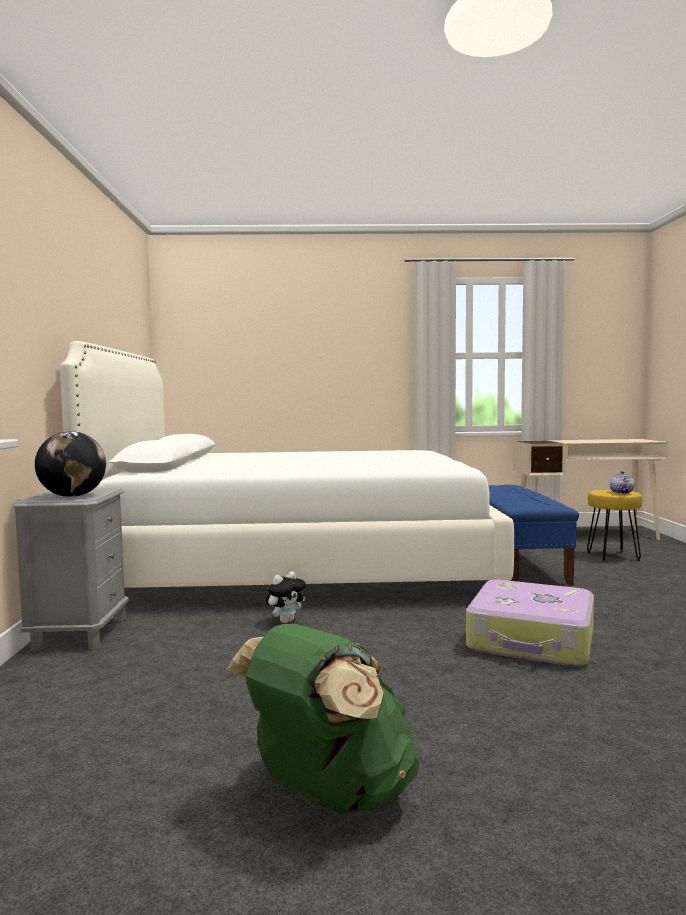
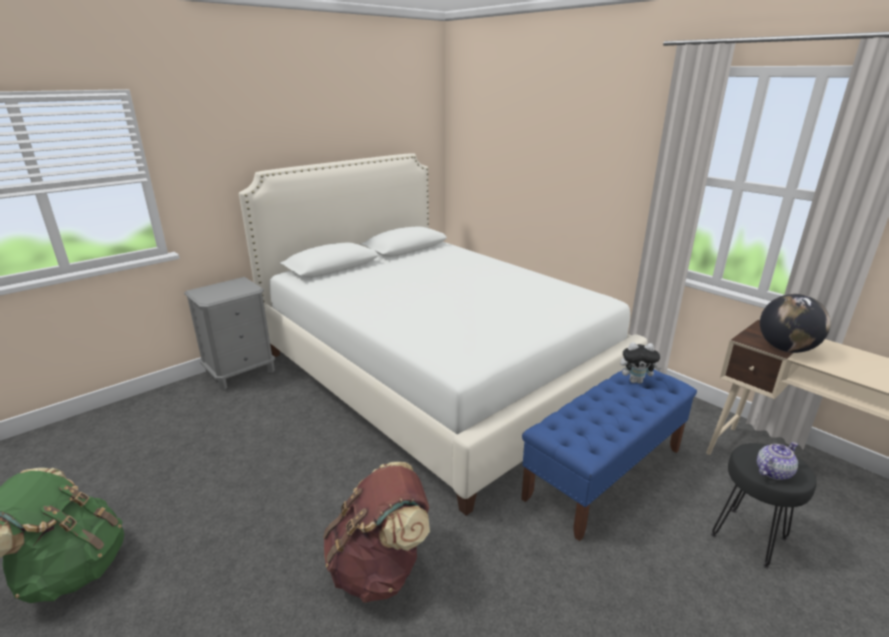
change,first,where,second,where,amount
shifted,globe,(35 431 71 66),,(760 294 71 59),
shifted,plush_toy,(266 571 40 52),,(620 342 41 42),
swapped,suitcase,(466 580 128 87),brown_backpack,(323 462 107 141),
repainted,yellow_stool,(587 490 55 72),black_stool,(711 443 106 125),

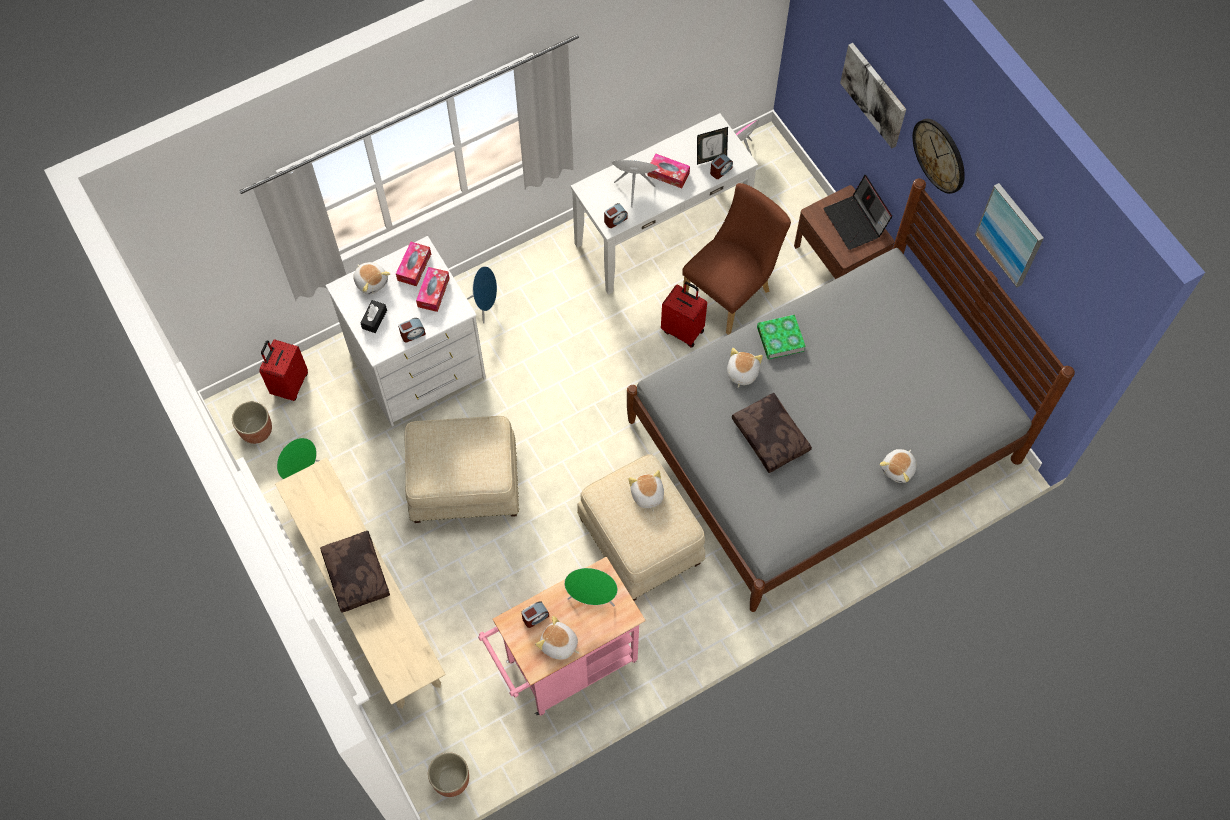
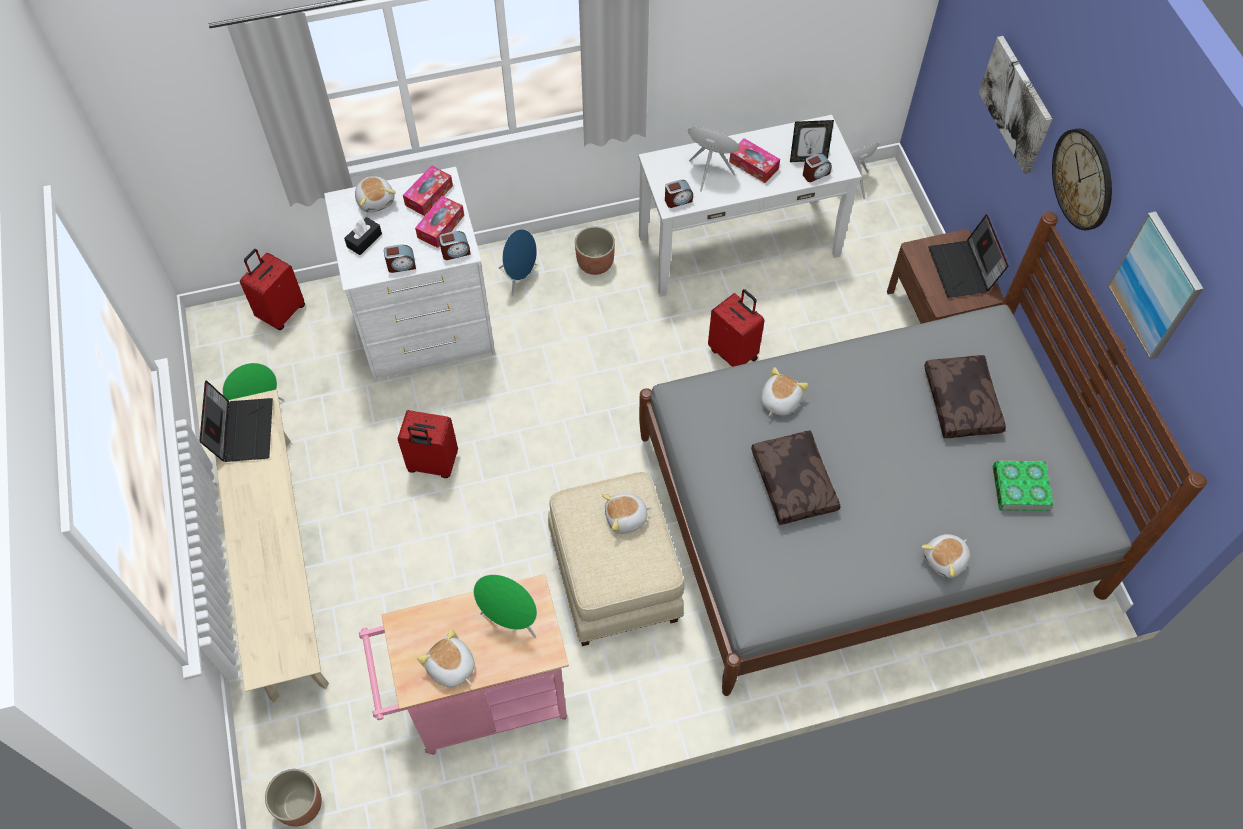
change,first,where,second,where,amount
shifted,planter,(232 401 40 43),,(575 226 40 49),
shifted,brown_pillow,(320 531 70 82),,(924 355 82 83),
swapped,beige_ottoman,(404 416 115 107),red_suitcase,(398 410 60 68),
shifted,alarm_clock,(521 601 28 27),,(439 231 32 29),
rotated,plush_toy,(628 470 36 42),,(602 493 50 41),105 degrees counterclockwise
gone,brown_chair,(682 183 109 152),,,
shifted,book,(757 314 49 46),,(993 461 60 50),
new,,,laptop,(199 380 74 82),

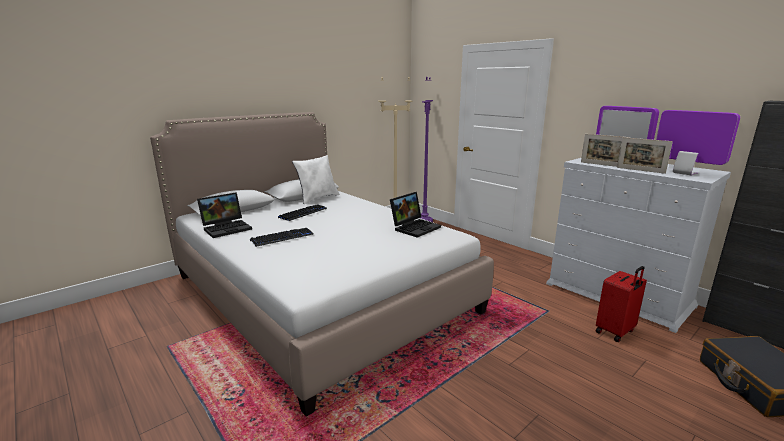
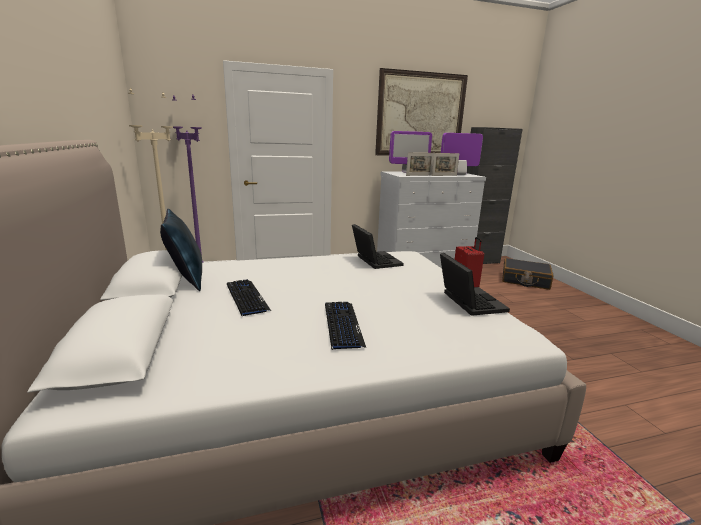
change,first,where,second,where,amount
shifted,laptop,(197 192 55 46),,(440 253 70 63),
repainted,white_pillow,(292 155 48 49),blue_pillow,(160 209 42 82),
new,,,picture,(375 68 93 88),

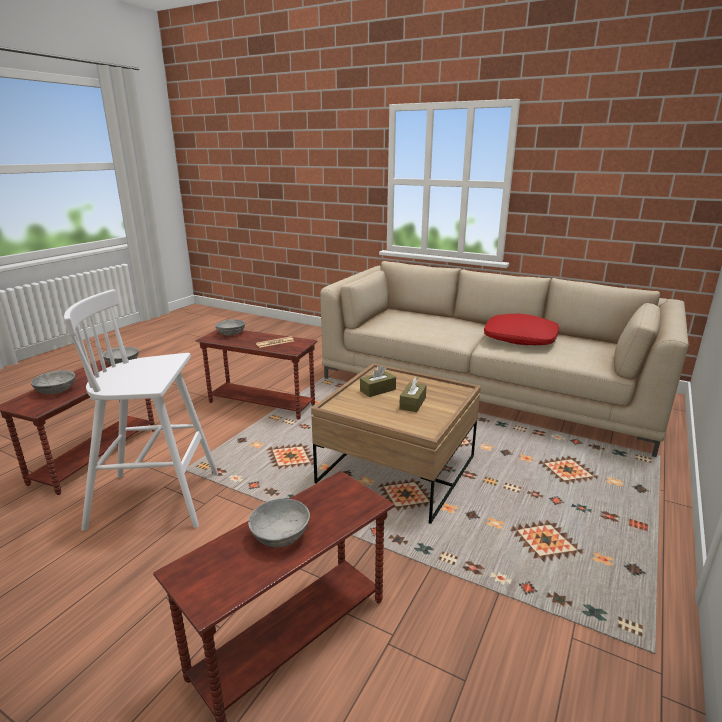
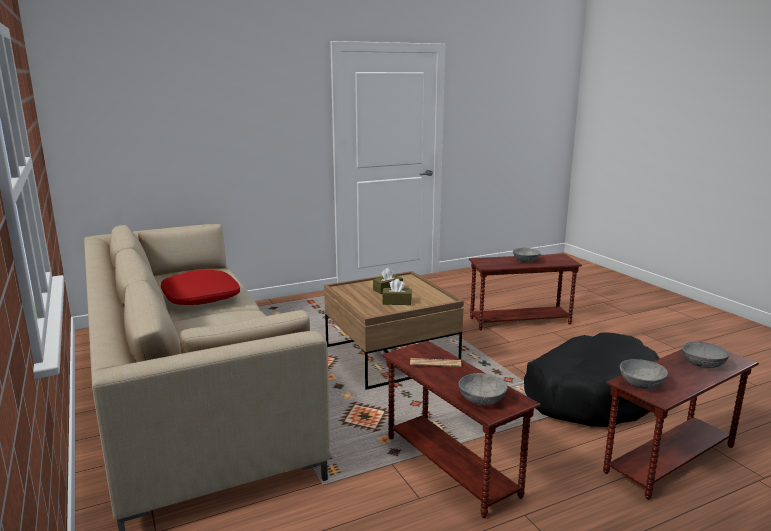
change,first,where,second,where,amount
swapped,white_stool,(64 289 154 242),black_dog_bed,(524 332 136 95),

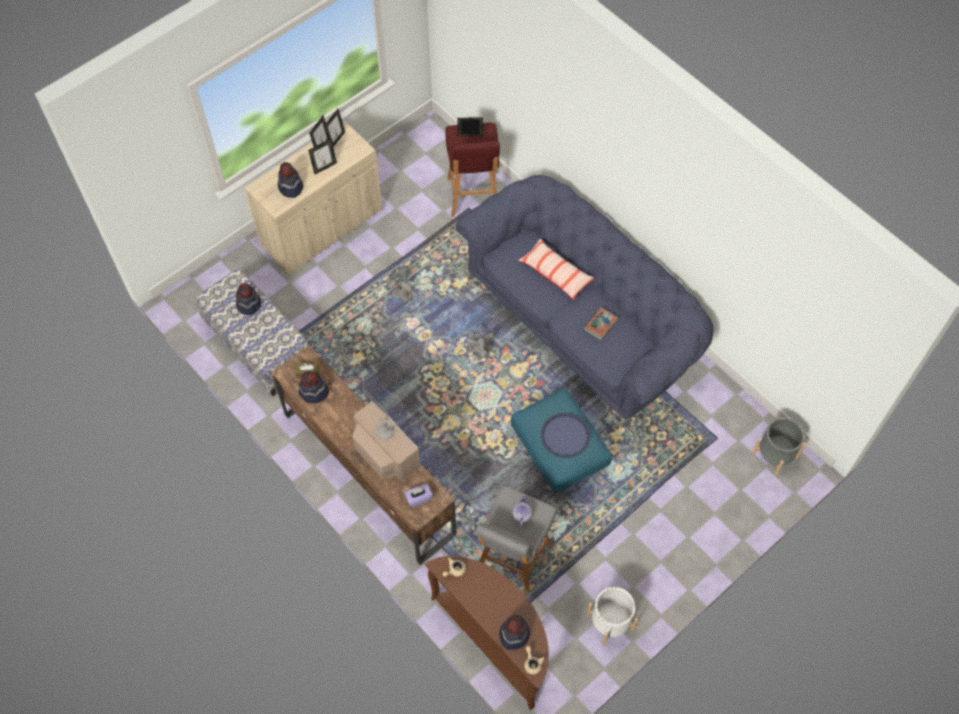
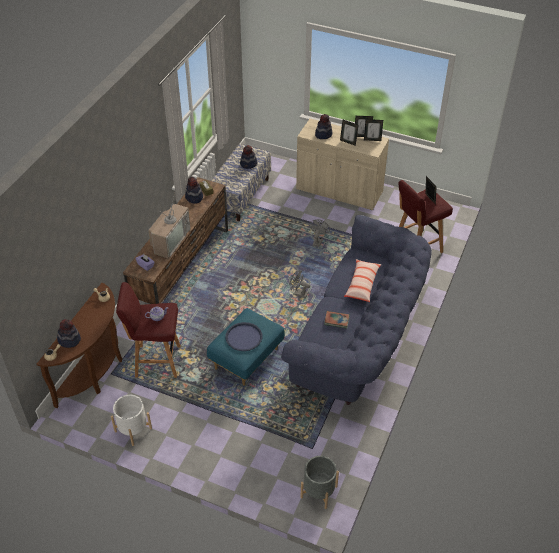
change,first,where,second,where,amount
repainted,grey_stool,(475 486 82 108),red_stool,(116 282 65 96),

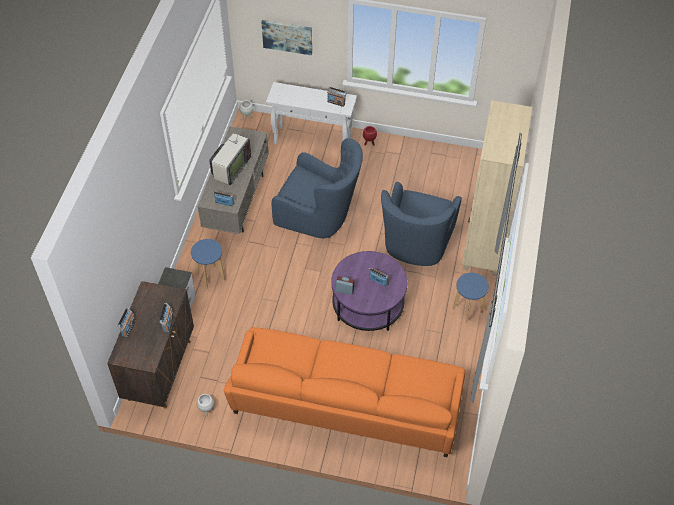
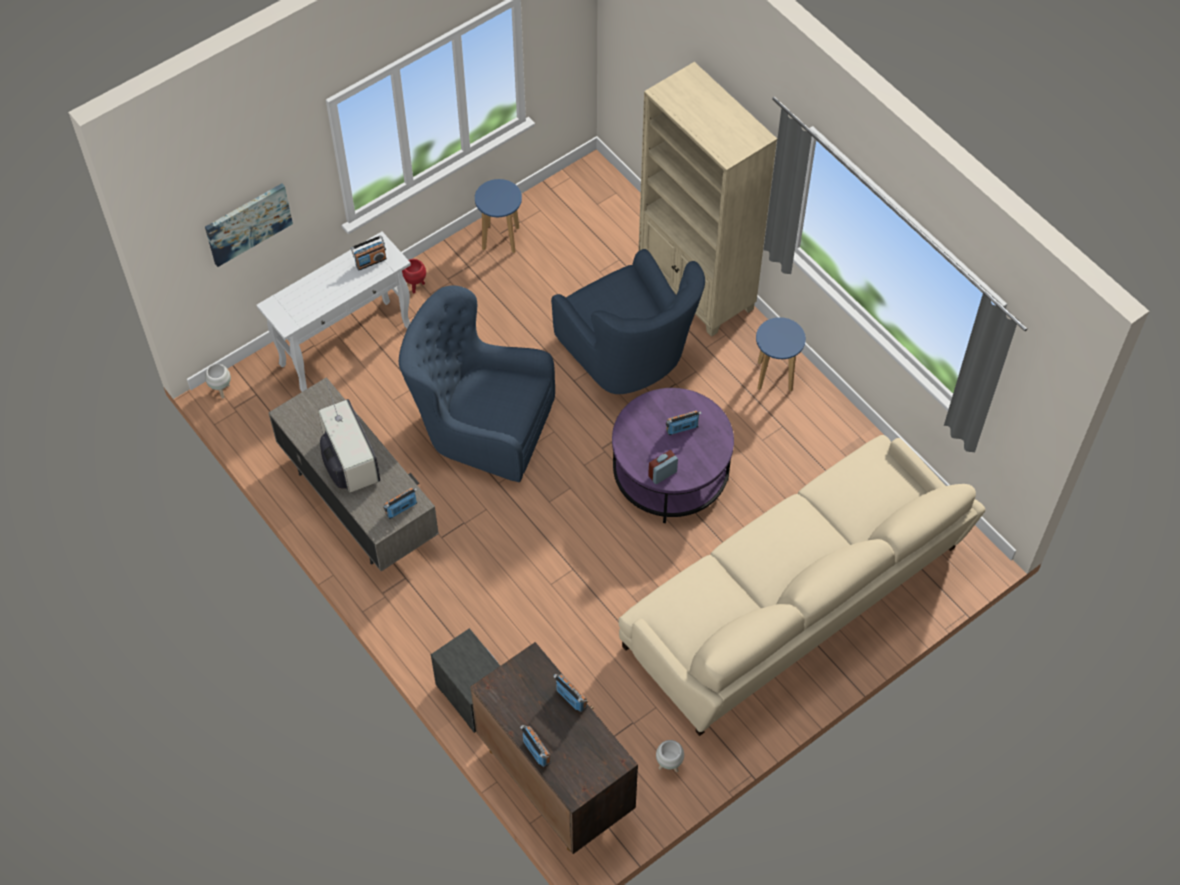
change,first,where,second,where,amount
shifted,blue_stool,(191 239 34 50),,(475 179 47 74),
repainted,orange_sofa,(224 327 241 130),beige_sofa,(619 435 366 301),
rotated,blue_armchair,(271 138 92 100),,(399 285 156 197),135 degrees counterclockwise

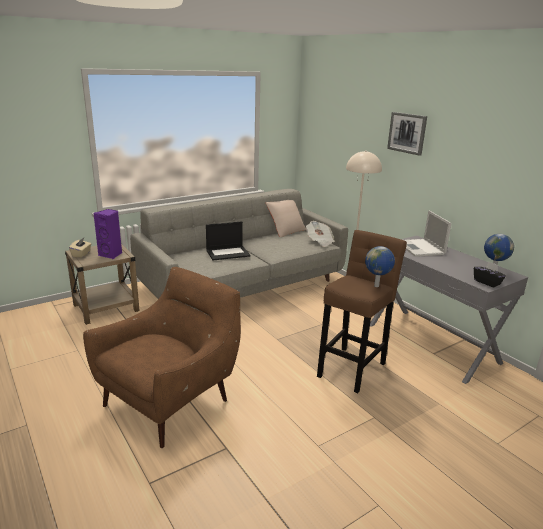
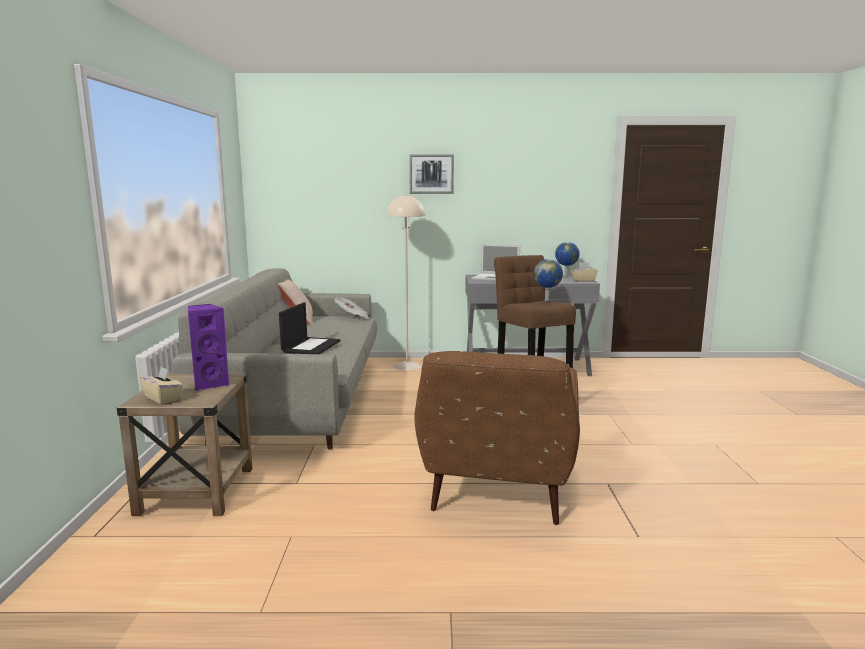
change,first,where,second,where,amount
rotated,brown_armchair,(83 267 158 181),,(414 351 166 174),150 degrees counterclockwise
repainted,black_tissue_box,(474 261 32 27),beige_tissue_box,(571 263 27 19),

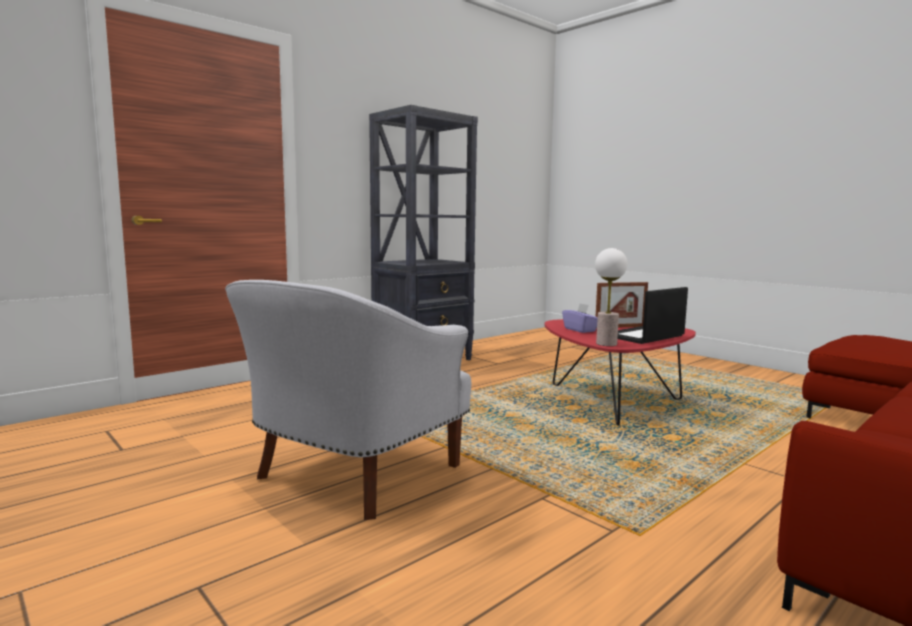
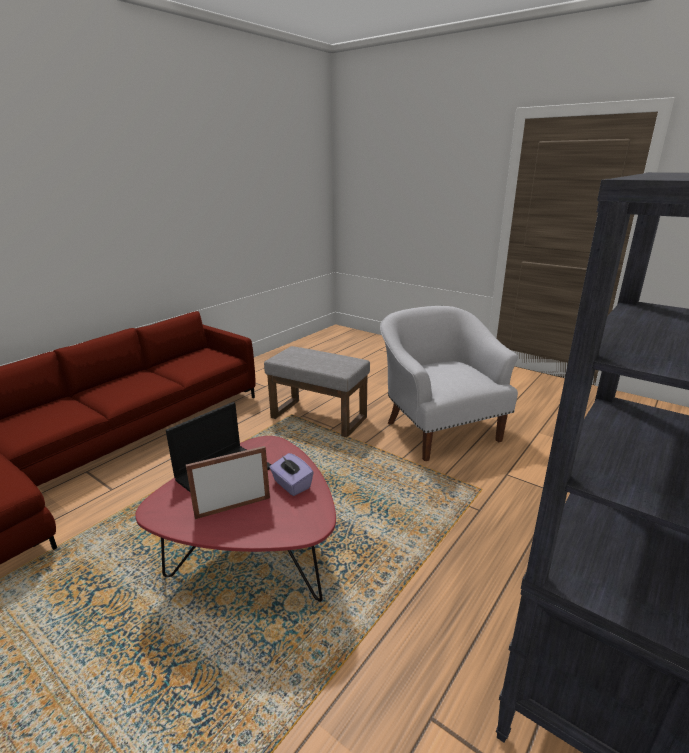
change,first,where,second,where,amount
rotated,white_armchair,(225 280 247 240),,(380 306 138 155),45 degrees counterclockwise
gone,table_lamp,(595 248 32 98),,,
new,,,grey_ottoman,(264 346 106 91),

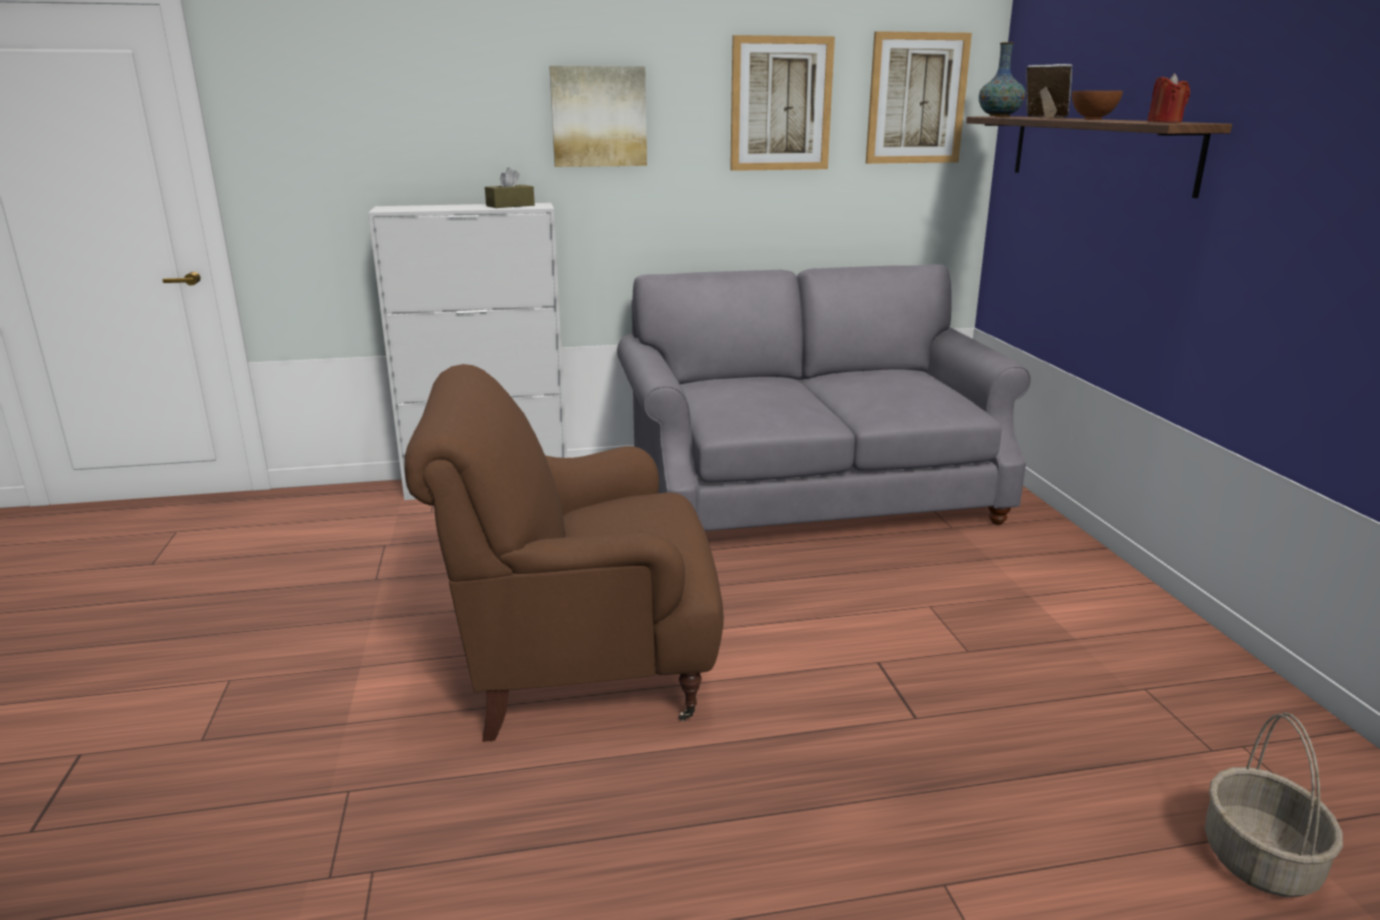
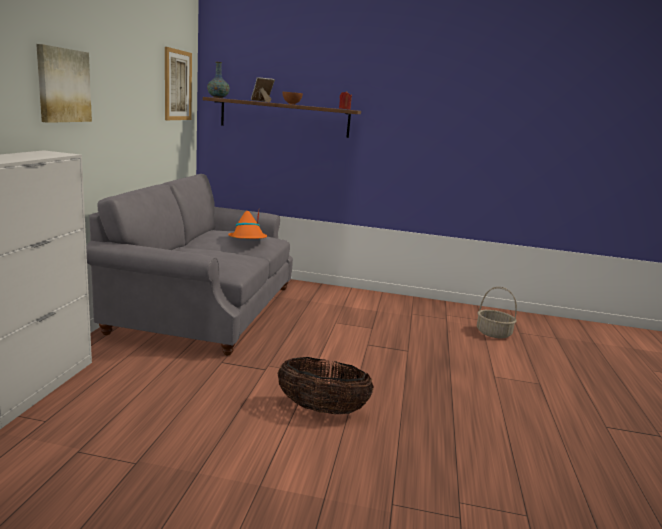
change,first,where,second,where,amount
swapped,brown_armchair,(404 364 320 378),basket,(277 357 96 57),
gone,brown_tissue_box,(485 167 50 41),,,
gone,picture,(730 35 105 136),,,
new,,,orange_hat,(228 211 39 28),

